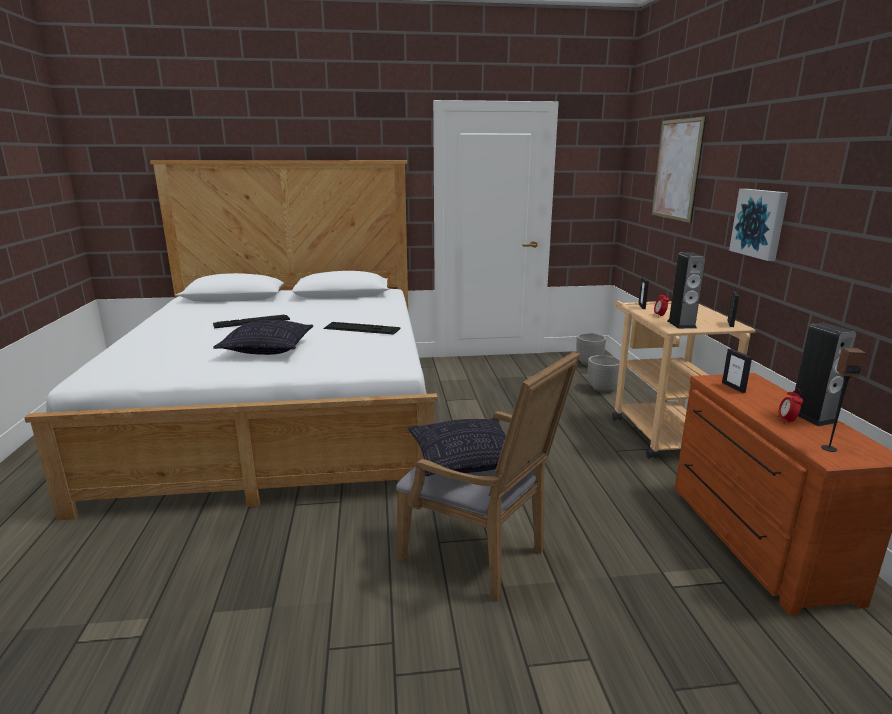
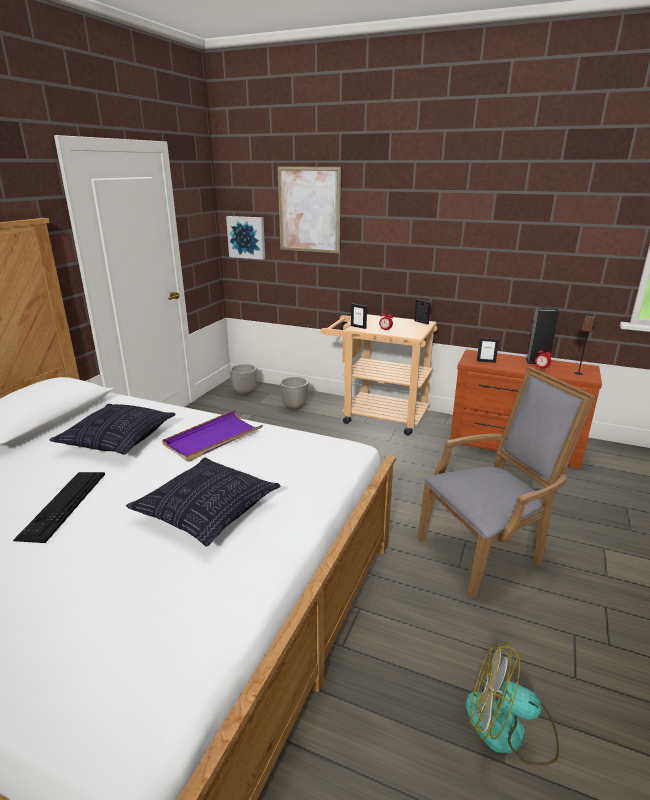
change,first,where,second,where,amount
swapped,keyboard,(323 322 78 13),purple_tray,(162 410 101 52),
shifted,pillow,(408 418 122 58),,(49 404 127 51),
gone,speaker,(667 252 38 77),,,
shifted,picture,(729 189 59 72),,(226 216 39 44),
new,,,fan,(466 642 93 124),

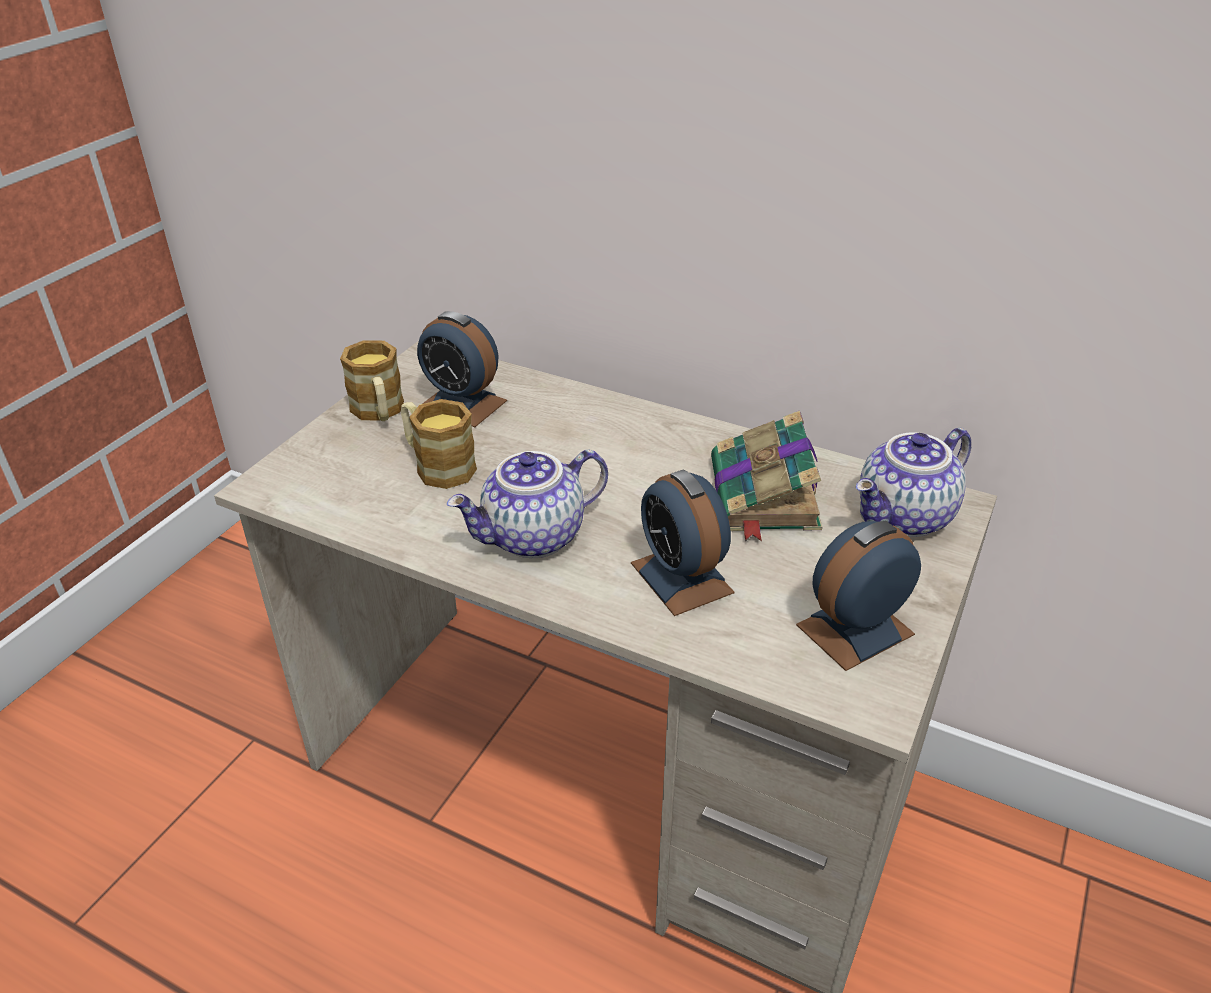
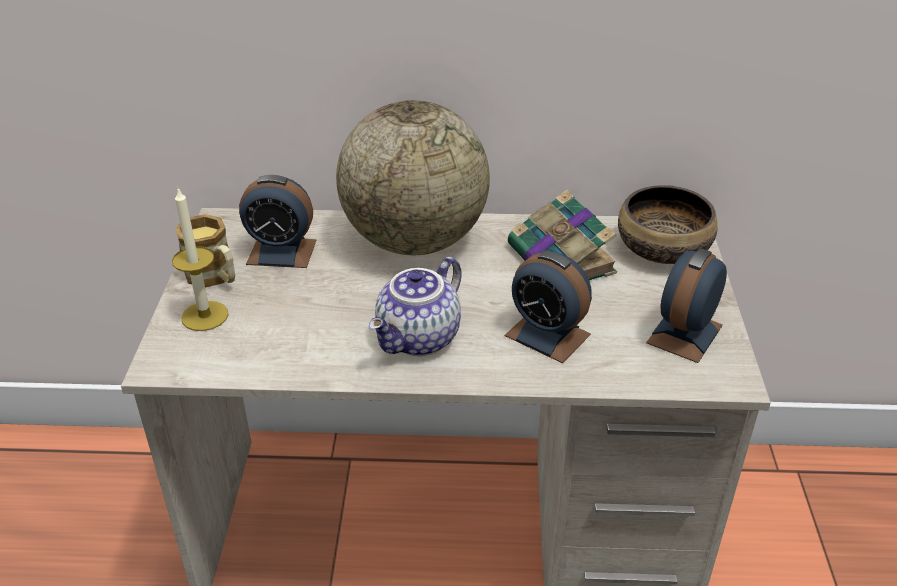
change,first,where,second,where,amount
gone,mug,(401 399 76 90),,,
swapped,teapot,(856 428 115 109),bowl,(618 185 100 79),
new,,,candle,(172 188 57 143),
new,,,globe,(336 100 154 155),

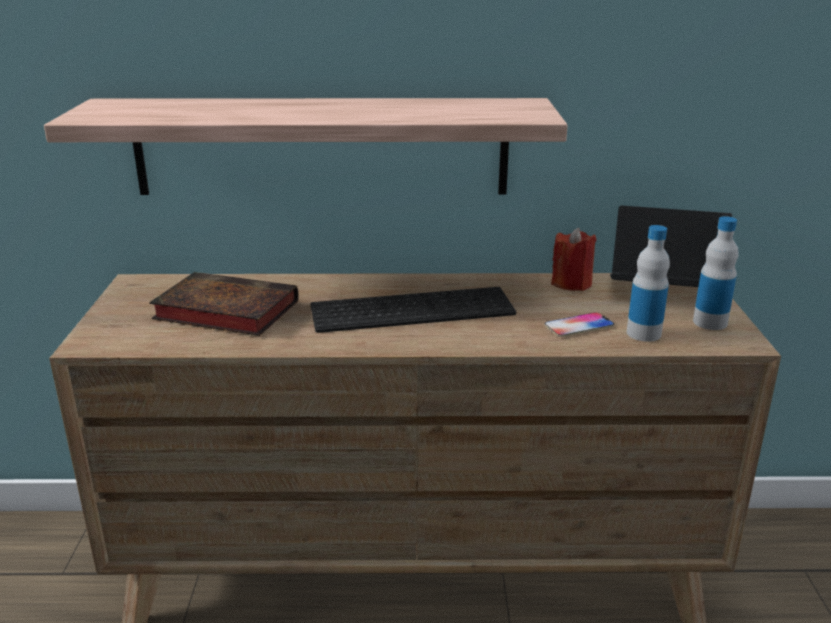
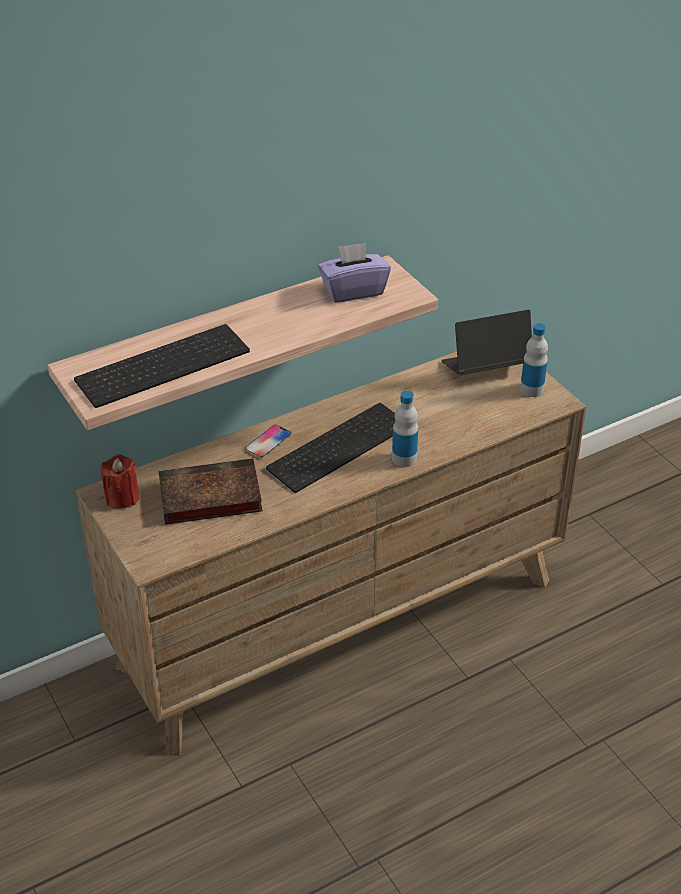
change,first,where,second,where,amount
shifted,phone,(544 312 70 25),,(245 425 47 33),
shifted,red_candle,(551 228 45 63),,(101 454 39 55),
shifted,bottle,(627 225 43 117),,(392 391 26 76),
new,,,keyboard,(74 324 176 84),
new,,,purple_tissue_box,(318 242 73 61),

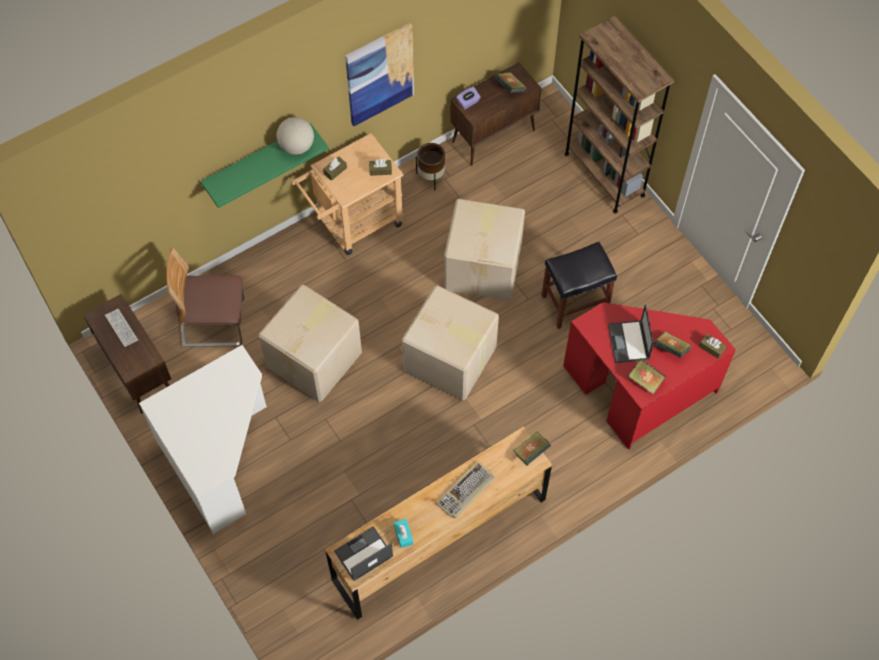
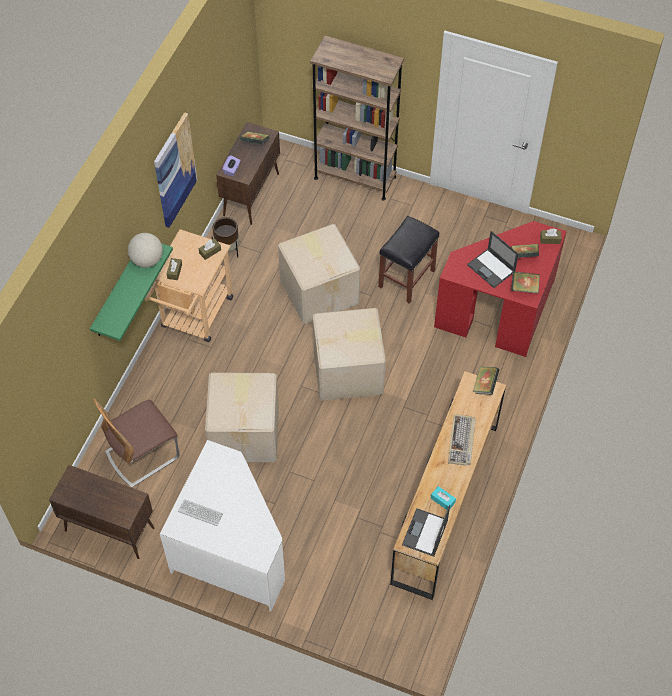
change,first,where,second,where,amount
shifted,keyboard,(105 309 33 38),,(178 499 45 27),

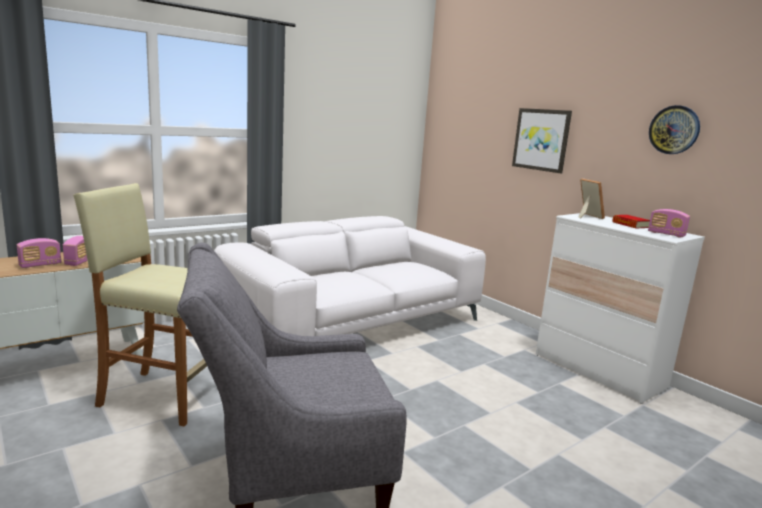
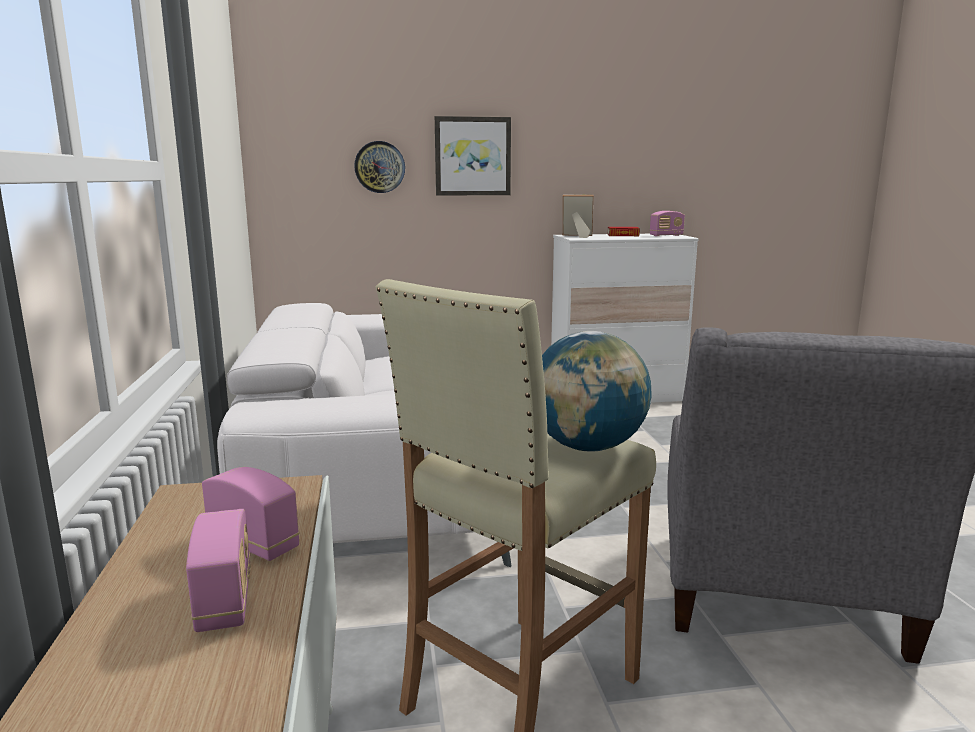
change,first,where,second,where,amount
shifted,wall_clock,(649 105 51 49),,(354 141 51 52),
new,,,globe,(542 331 110 121),

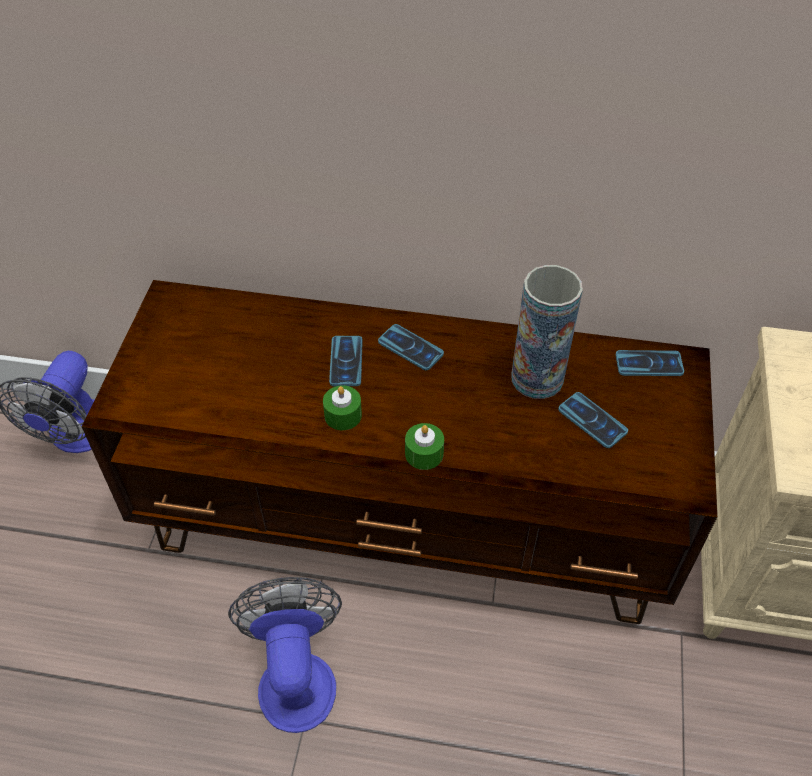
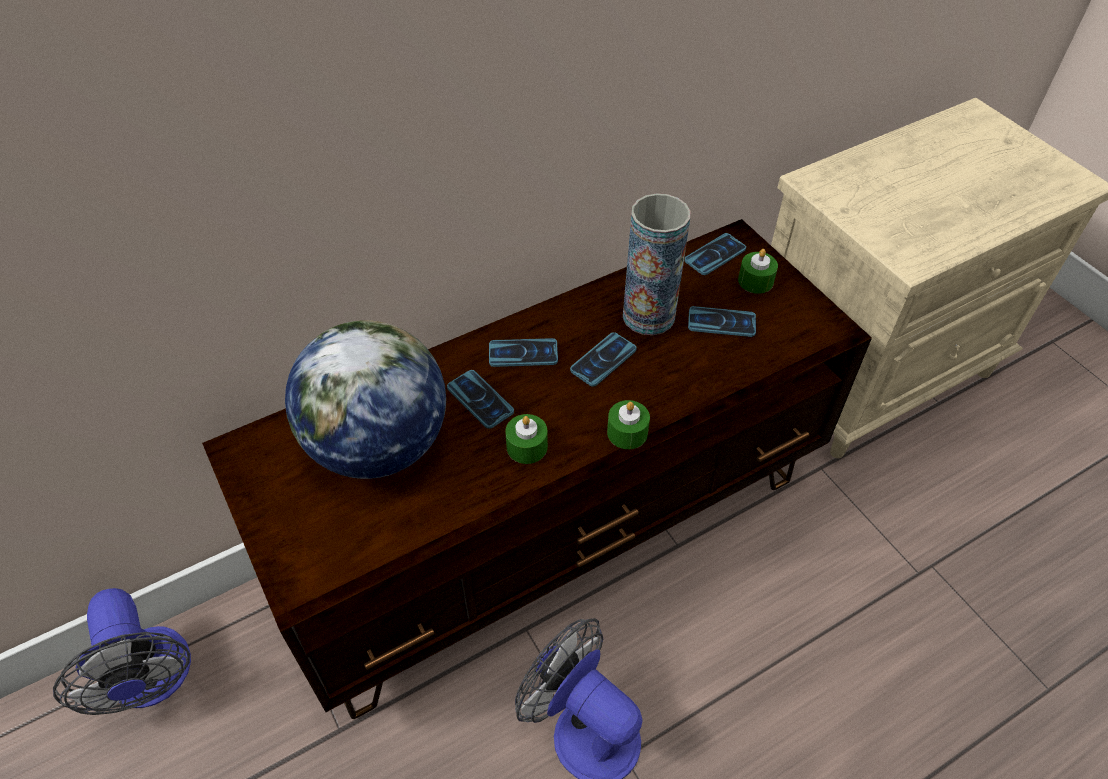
change,first,where,second,where,amount
new,,,globe,(285 320 161 159),
new,,,phone,(570 332 66 55),
new,,,green_candle,(738 249 40 45),

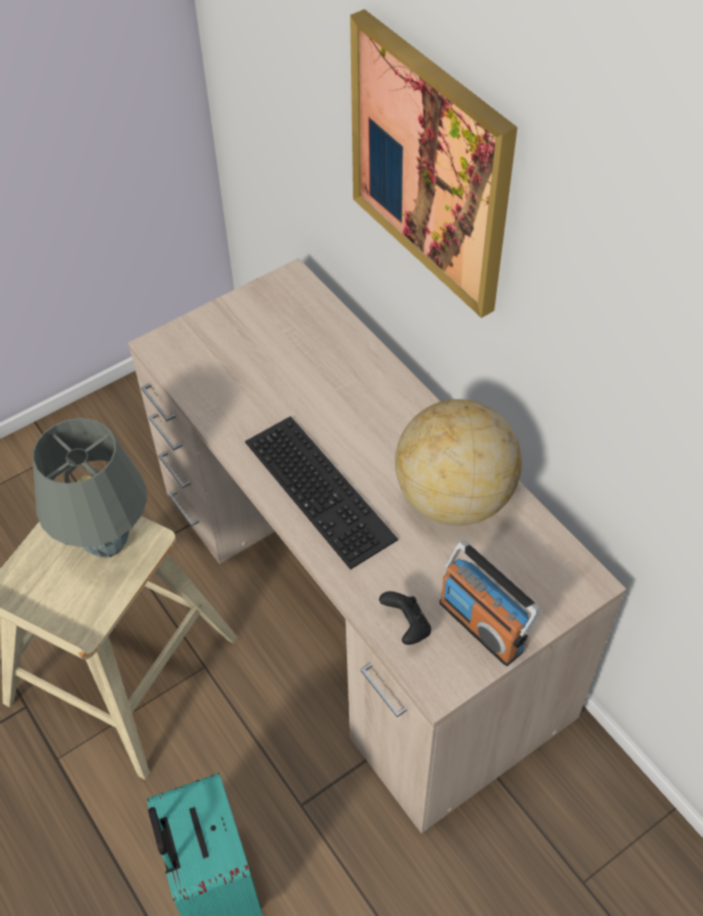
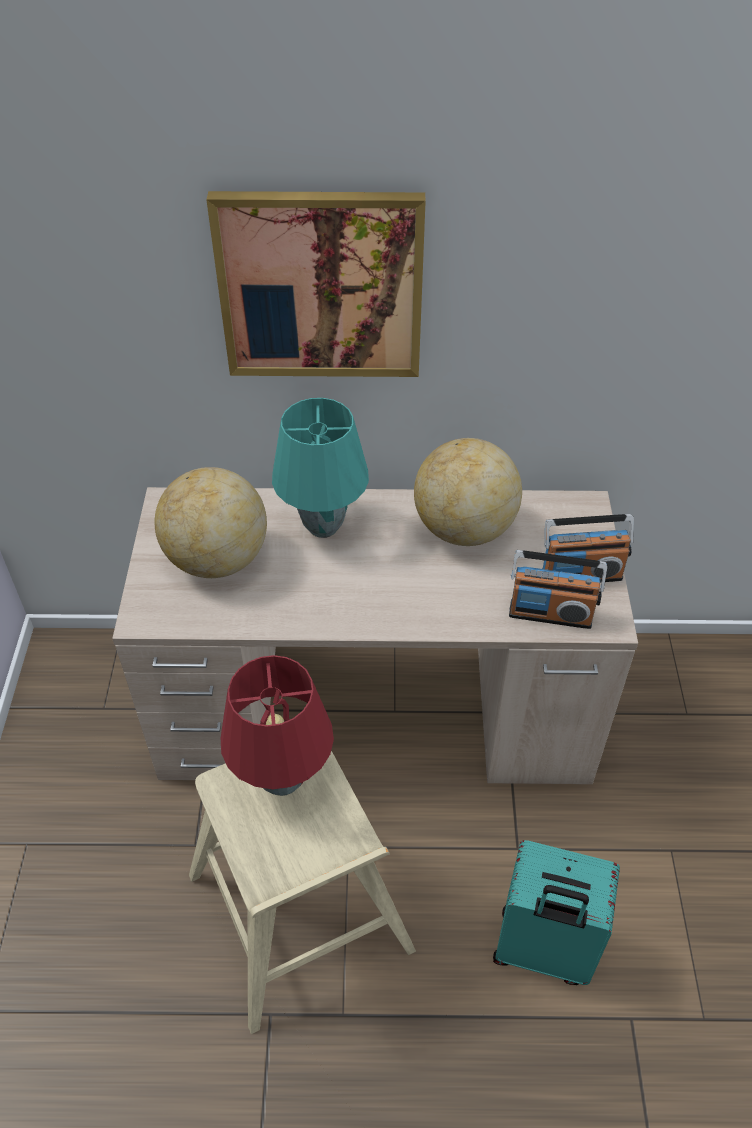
change,first,where,second,where,amount
repainted,grey_table_lamp,(33 418 114 140),red_table_lamp,(221 655 113 141),
gone,keyboard,(245 416 153 154),,,
swapped,black_game_controller,(379 591 52 54),radio,(509 550 98 79),
new,,,globe,(155 467 112 111),
new,,,turquoise_table_lamp,(272 398 97 140),

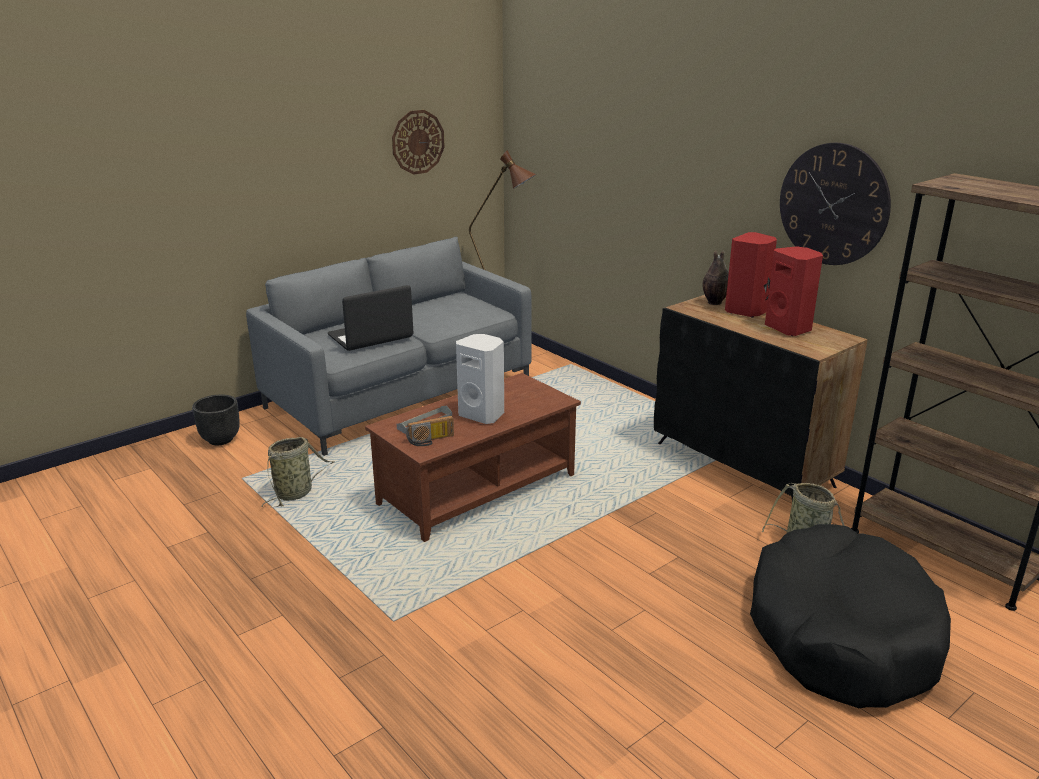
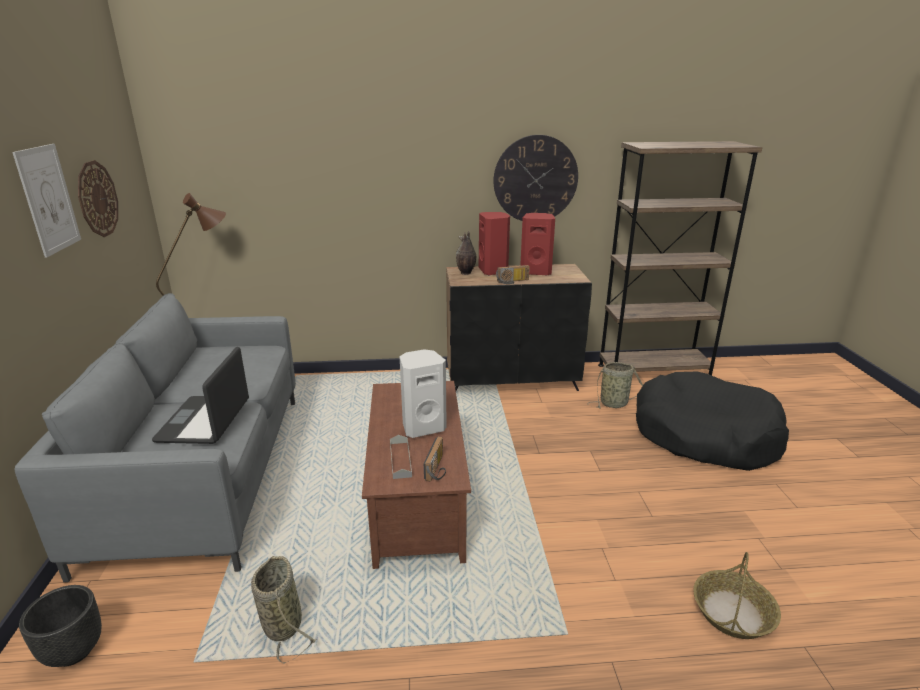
change,first,where,second,where,amount
new,,,picture,(12 144 69 113),
new,,,radio,(496 265 34 19),
new,,,basket,(693 552 88 87),

